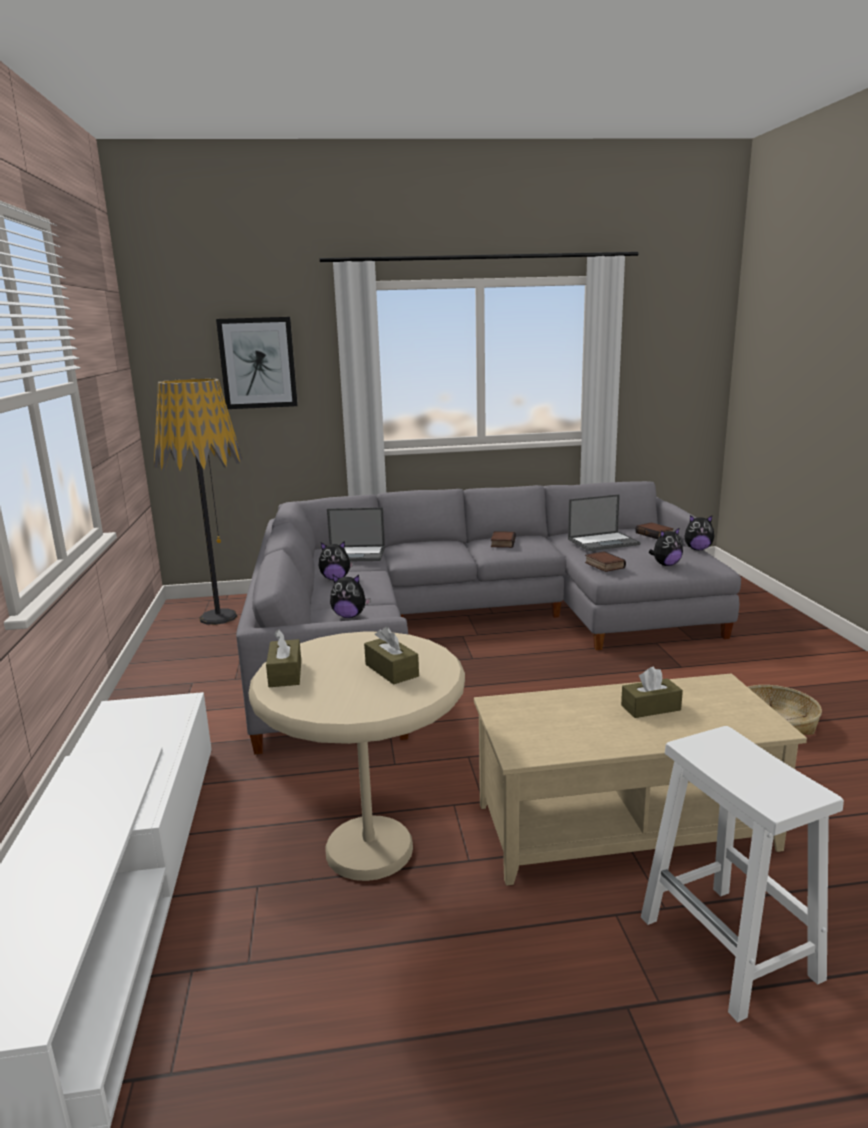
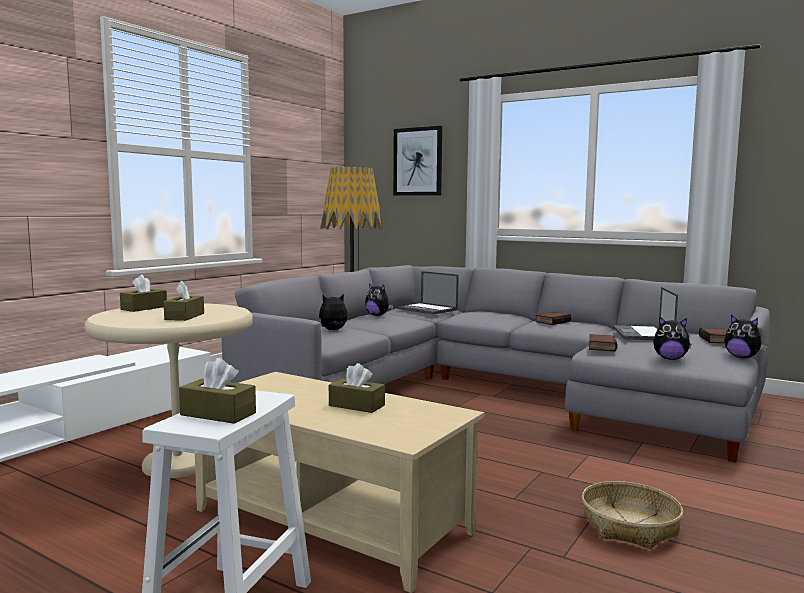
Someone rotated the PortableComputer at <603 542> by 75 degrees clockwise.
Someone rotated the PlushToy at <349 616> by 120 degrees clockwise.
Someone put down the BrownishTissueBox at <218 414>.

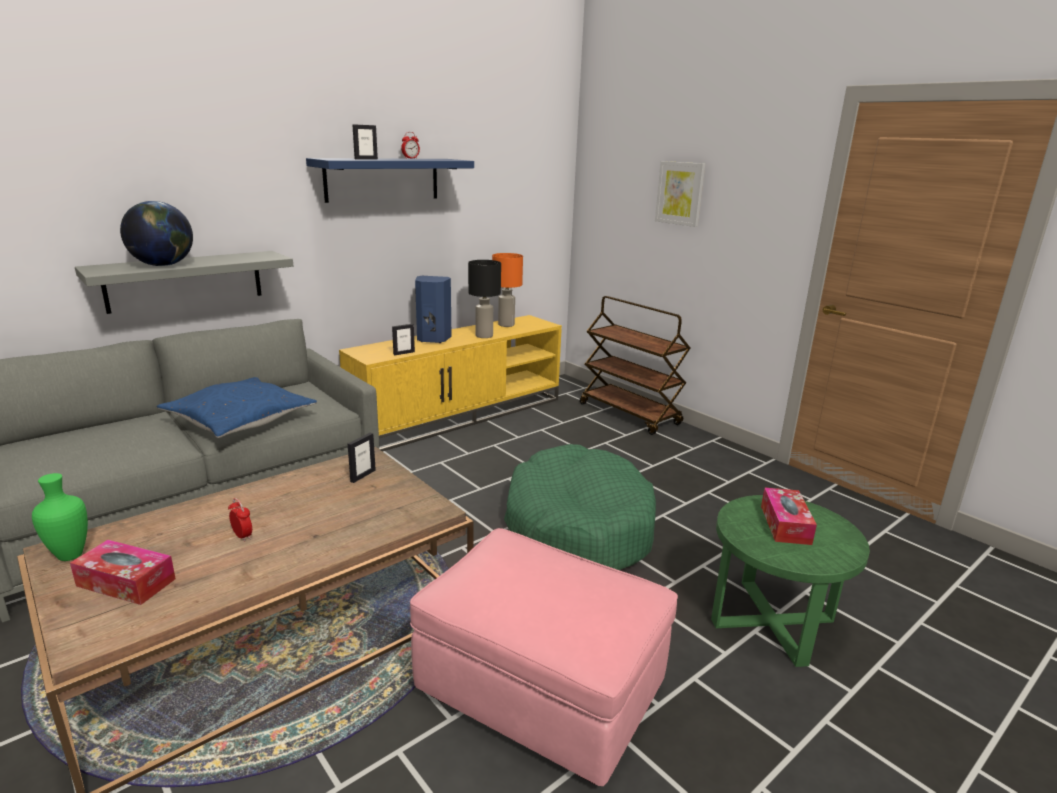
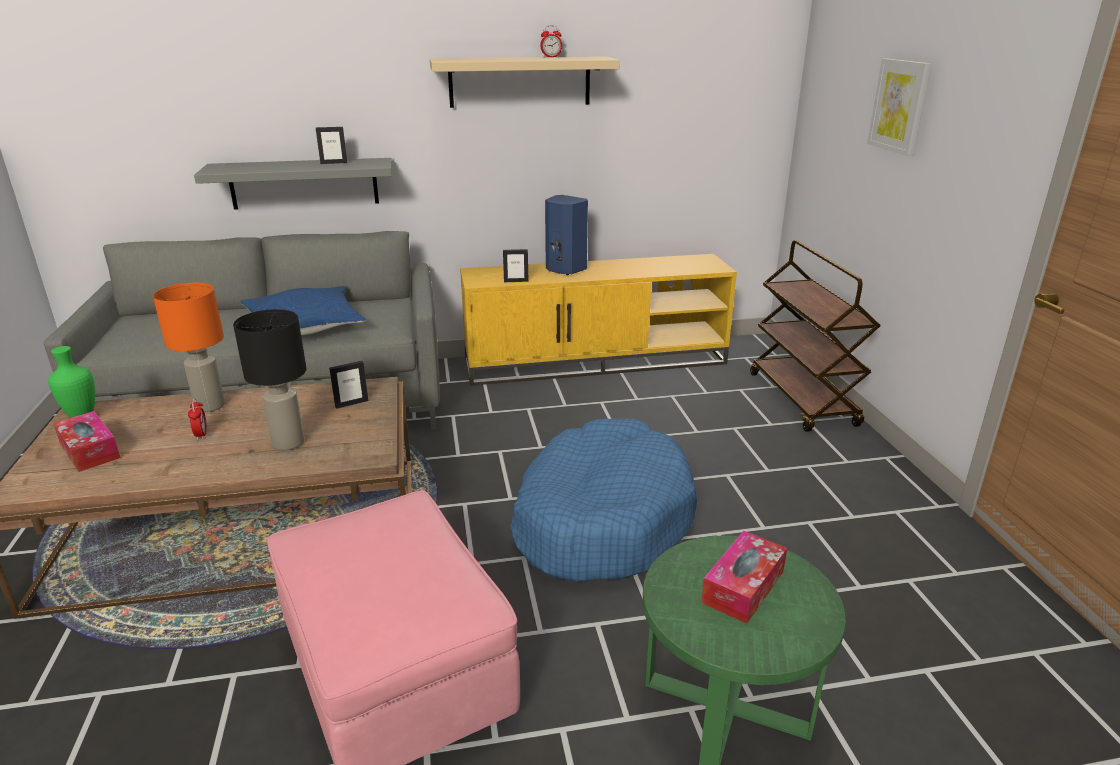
Someone carried the PictureFrame from <366 159> to <334 163>.
Someone repainted the BlueColouredBracketShelf at <382 179>, which became the BeigeBracketShelf at <520 82>.
Someone took away the WorldGlobe at <163 265>.
Someone carried the OrangeColouredTableLamp from <506 325> to <210 406>.
Someone carried the BlackishTableLamp from <484 336> to <289 442>.
Someone repainted the GreenDogCushion at <578 528>, which became the BlueColouredDogCushion at <601 519>.

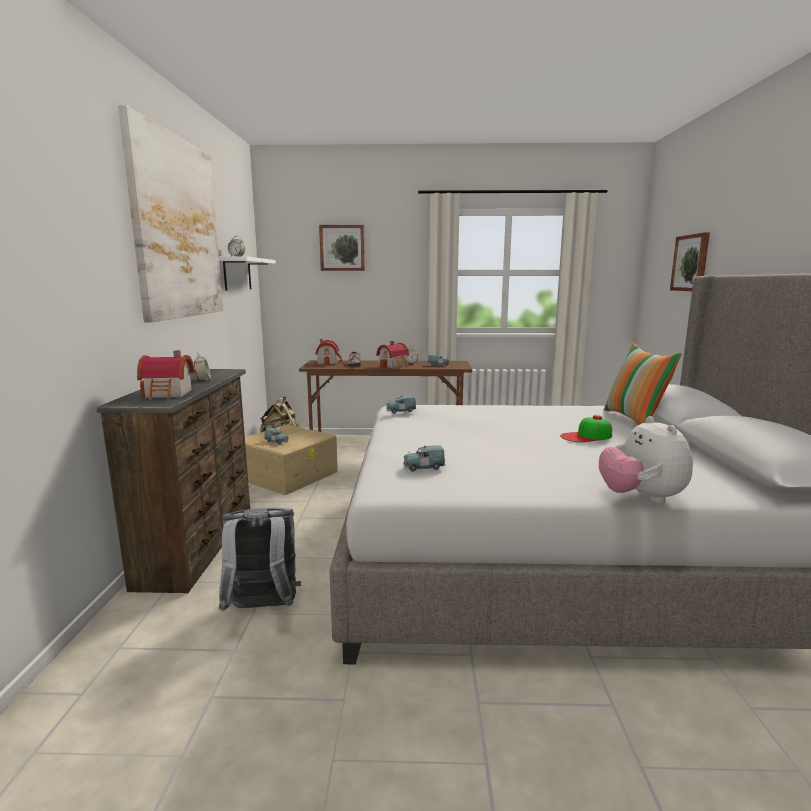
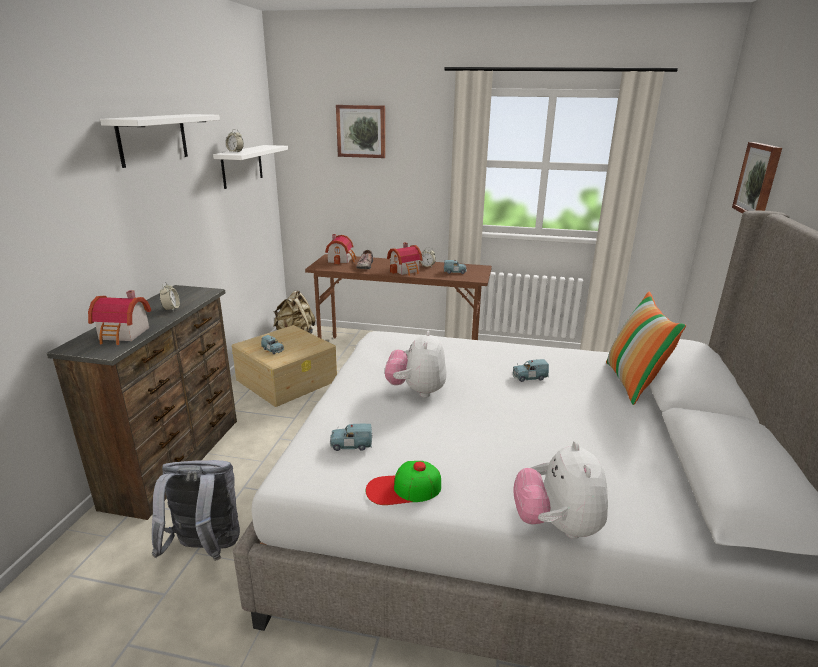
Someone swapped the WallArt at <177 228> for the WhitishBracketShelf at <153 139>.
Someone carried the BlueColouredToyCar from <400 411> to <529 377>.
Someone carried the BaseballCap from <586 436> to <403 489>.
Someone put down the PlushToy at <416 391>.

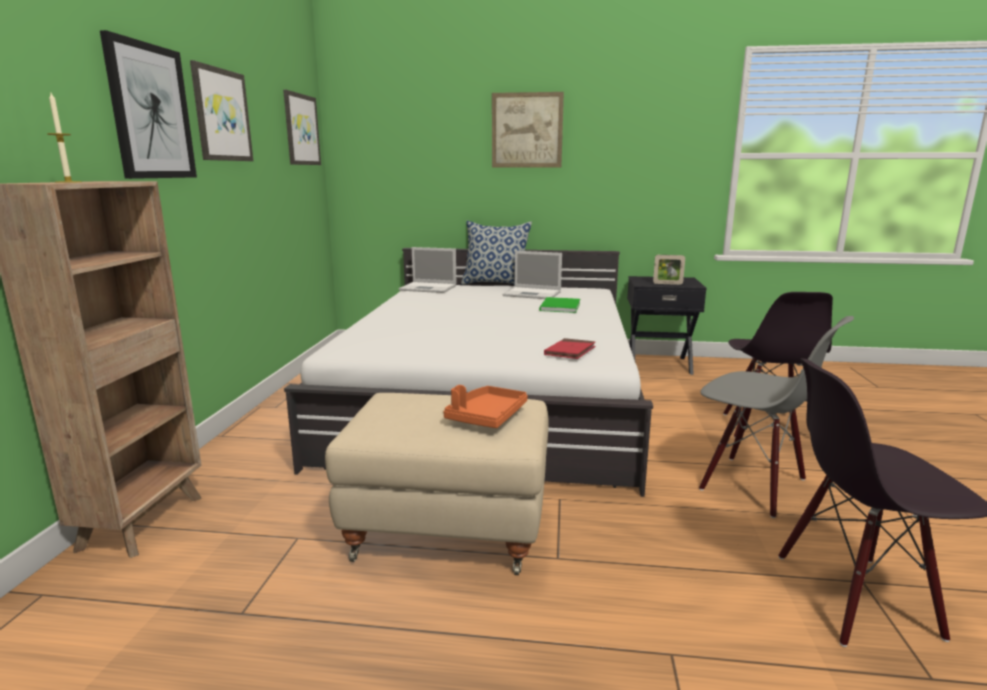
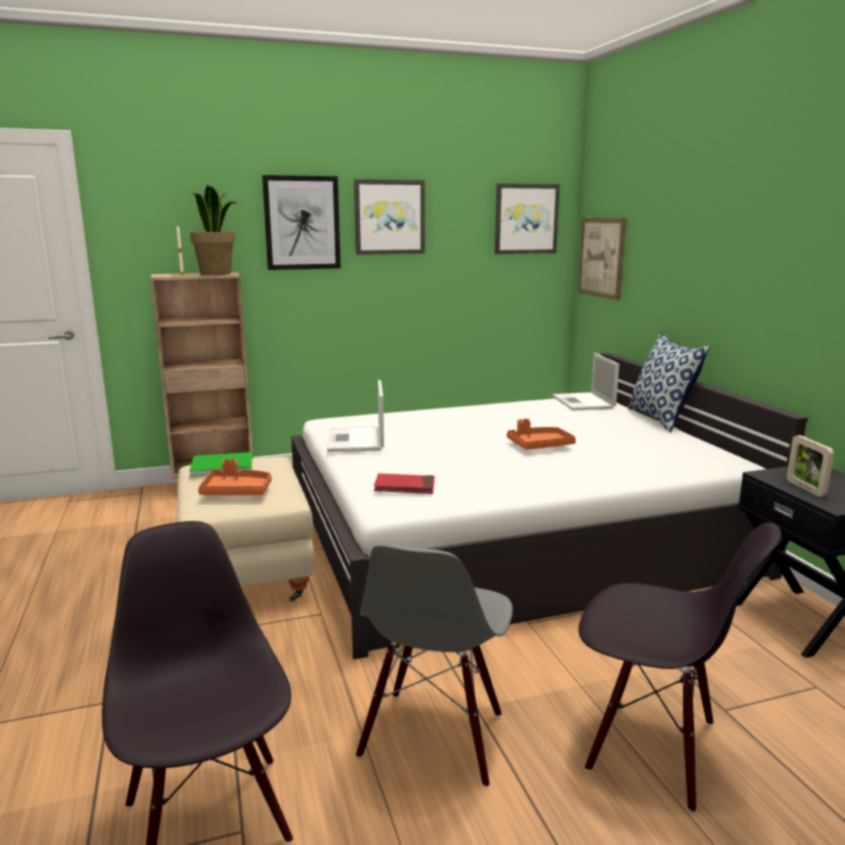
Someone carried the WallArt from <527 130> to <601 257>.
Someone carried the PortableComputer from <533 294> to <356 441>.
Someone rotated the BlackishChair at <767 427> by 135 degrees counterclockwise.
Someone carried the GreenVolume from <558 307> to <220 466>.
Someone put down the PlantInAPot at <216 274>.
Someone put down the OrangeColouredTray at <539 445>.

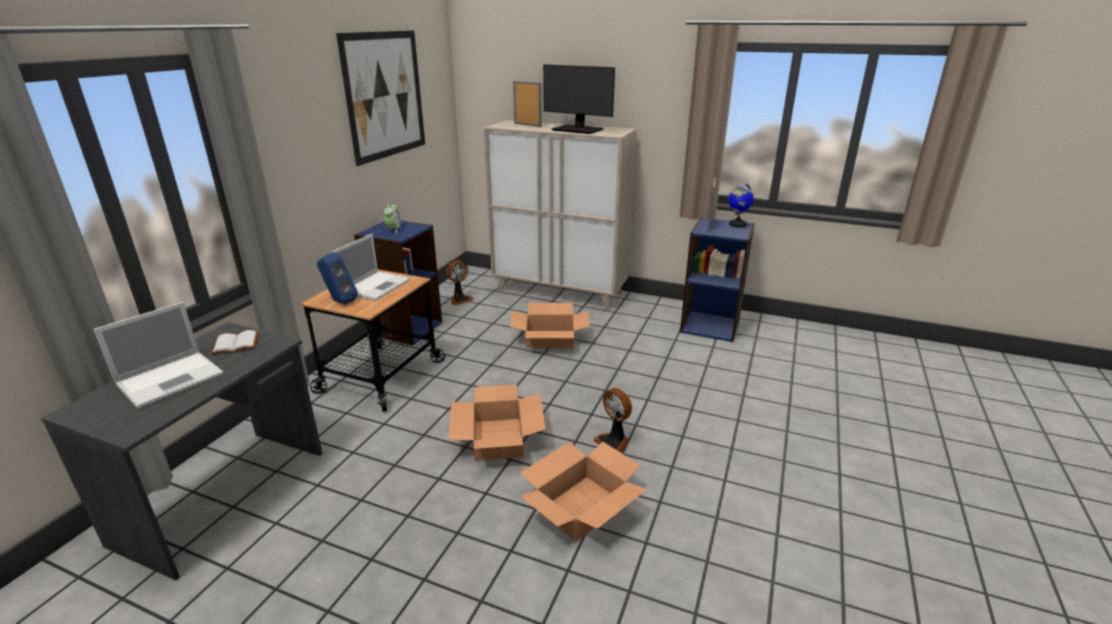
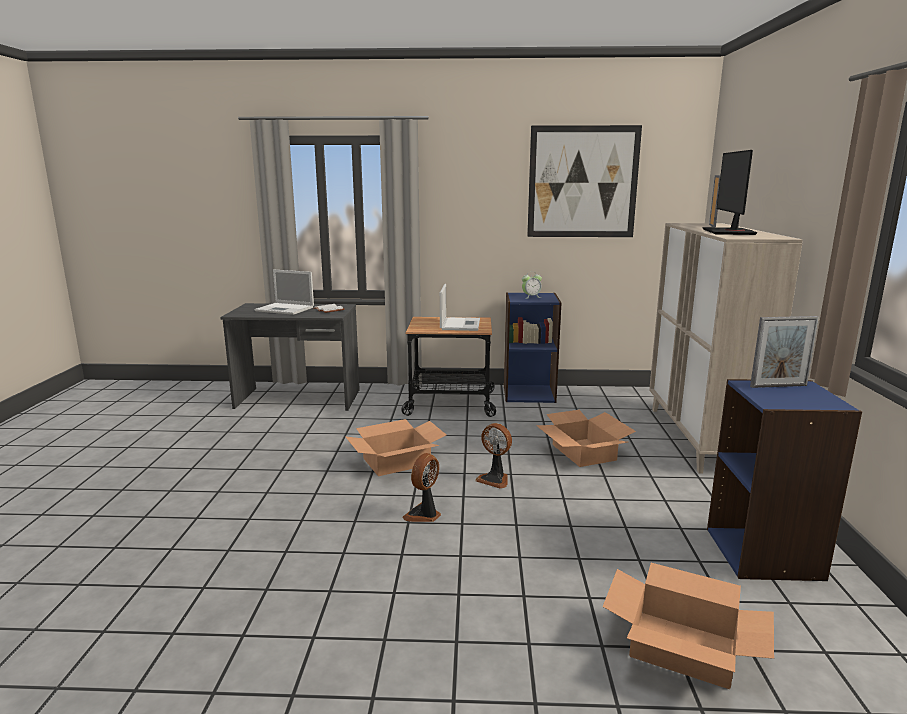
Someone took away the WorldGlobe at <737 224>.
Someone rotated the PortableComputer at <376 285> by 90 degrees counterclockwise.
Someone took away the BlueColouredLoudspeaker at <339 301>.
Someone carried the Fan from <460 299> to <495 479>.
Someone carried the Carton from <581 507> to <682 647>.

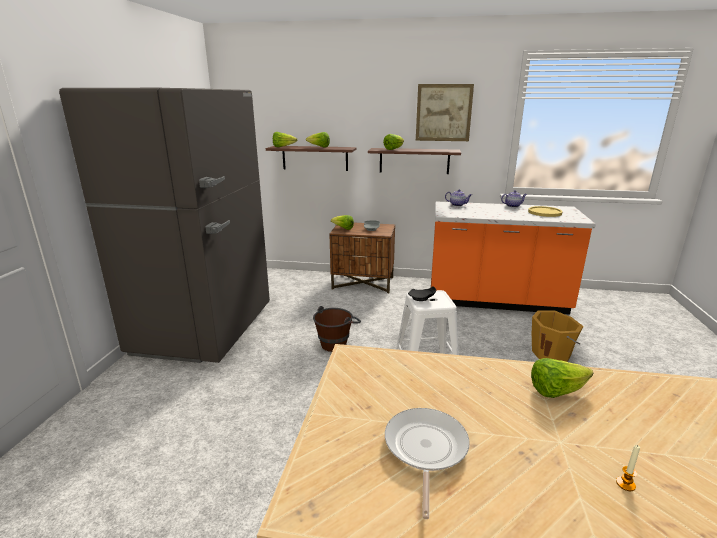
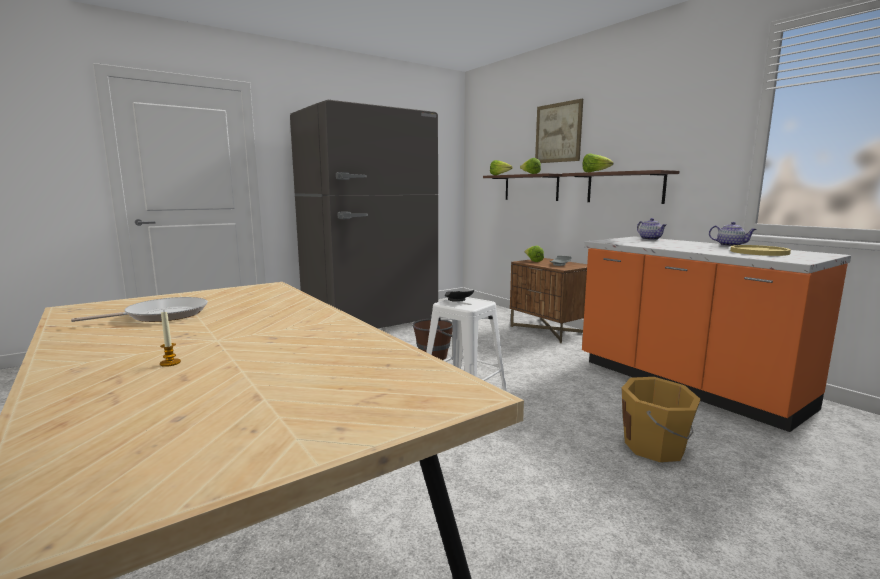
Someone carried the WallArt from <443 113> to <558 133>.
Someone took away the LettuceHead at <556 391>.

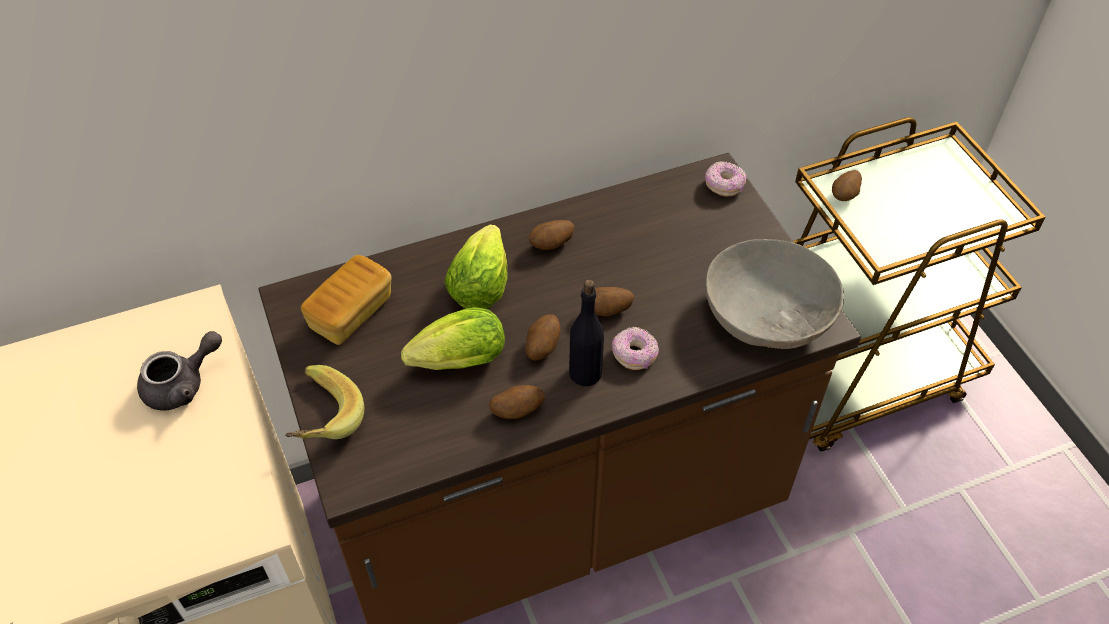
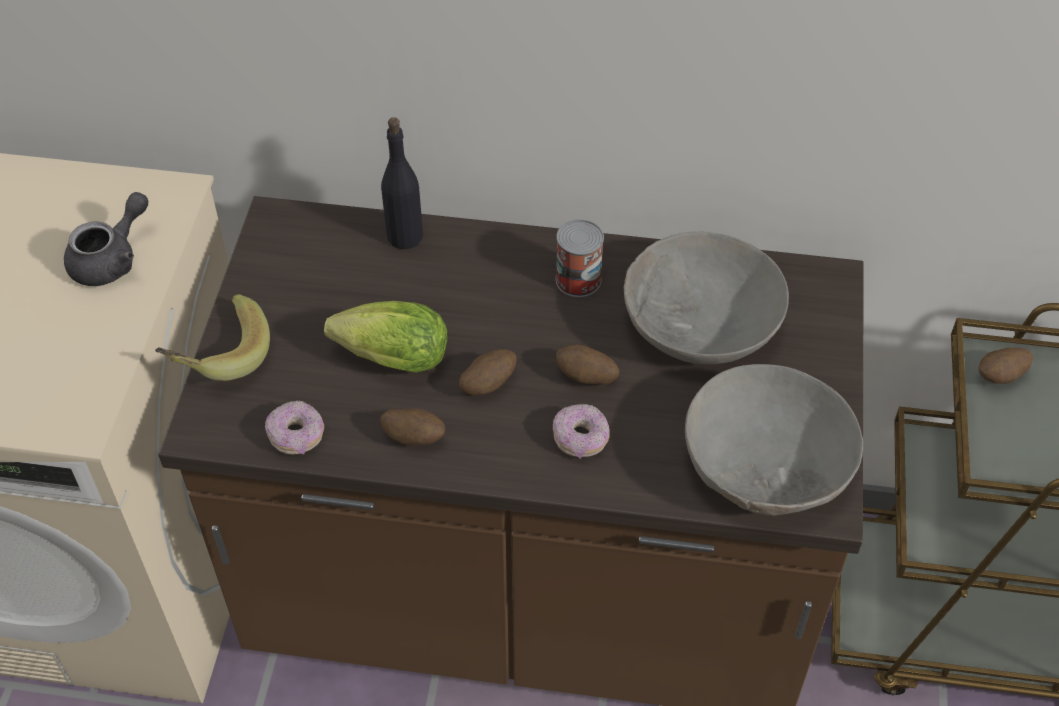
Someone carried the RingDoughnut from <724 186> to <296 436>.
Someone swapped the Potato at <551 245> for the MetalCan at <578 279>.
Someone took away the LettuceHead at <482 282>.
Someone took away the BakeryBread at <351 313>.
Someone carried the BlackishBeverageBottle from <585 373> to <405 236>.
Someone rotated the GreyPotForTea at <183 385> by 45 degrees counterclockwise.
Someone put down the GreyBowl at <700 325>.

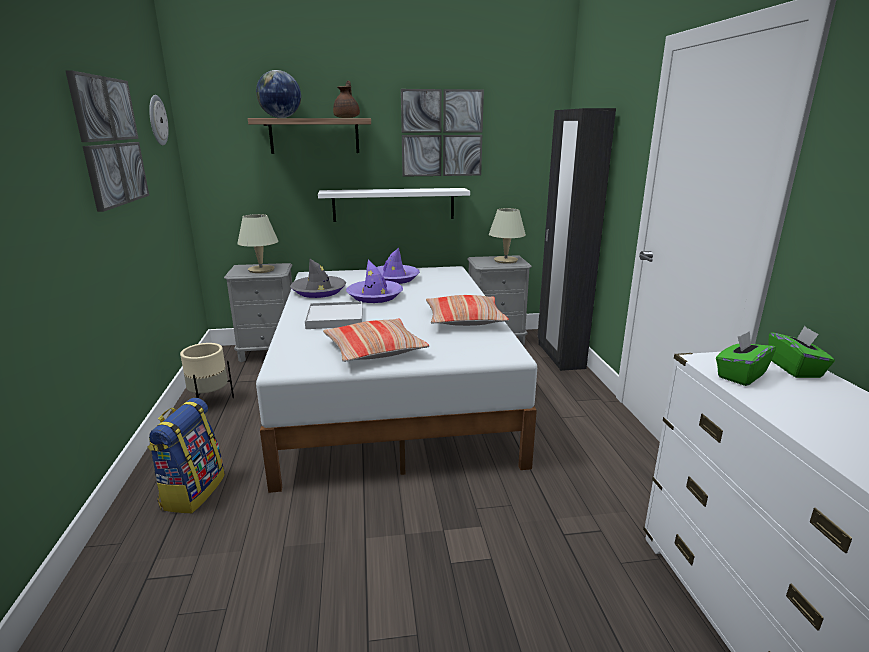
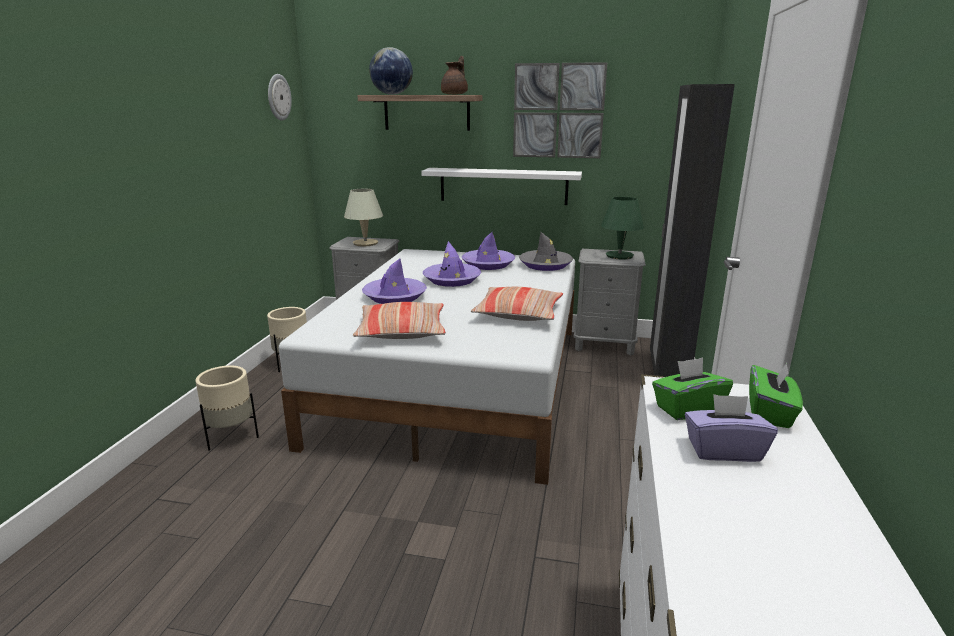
Someone took away the WallArt at <110 142>.
Someone repainted the BeigeTableLamp at <505 260>, which became the GreenTableLamp at <619 256>.
Someone carried the GreyClothingHat from <319 291> to <545 265>.
Someone swapped the WhitishTray at <335 318> for the PurpleClothingHat at <394 297>.
Someone swapped the Rucksack at <192 491> for the BeigePlantPot at <232 437>.
Someone put down the PurpleTissueBox at <723 450>.

